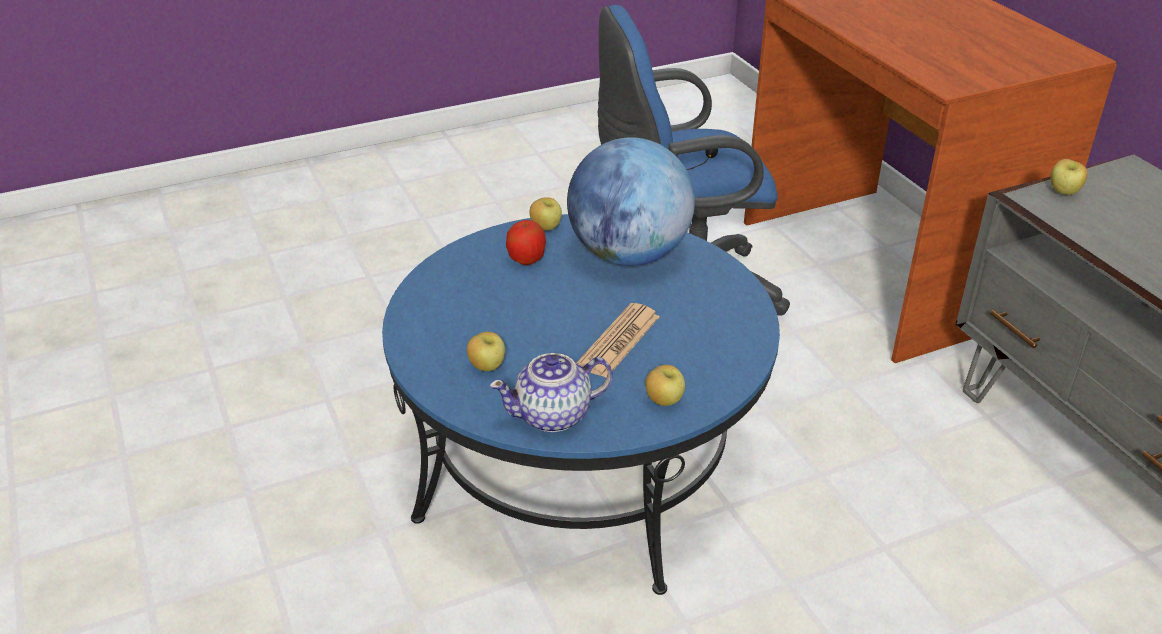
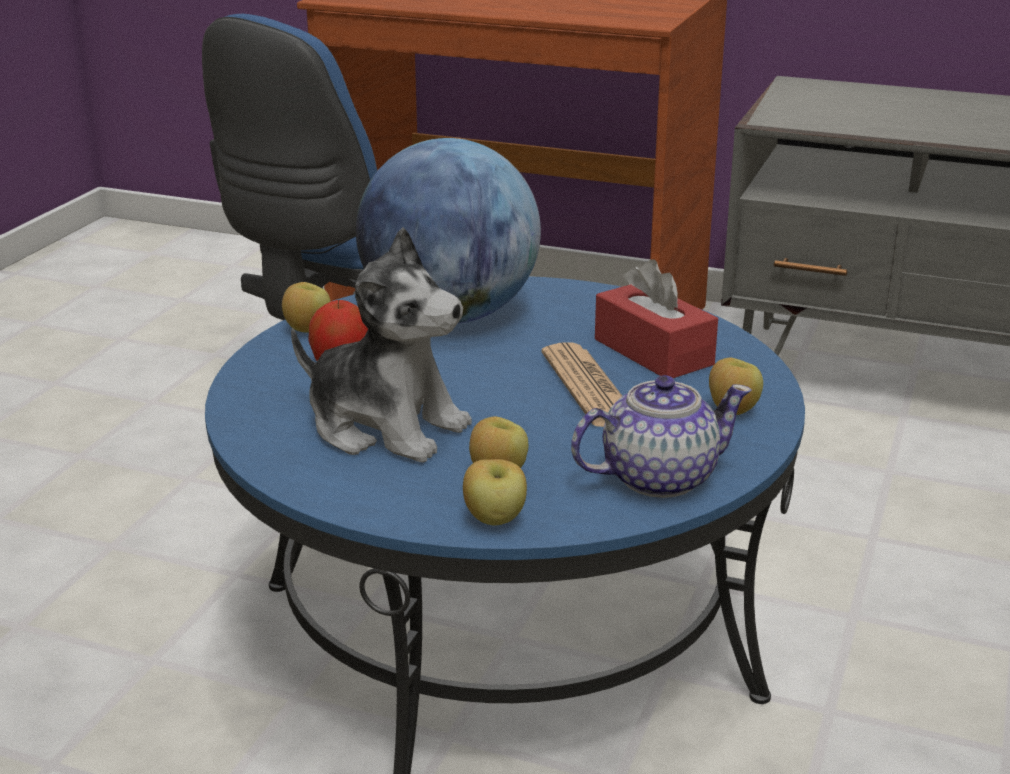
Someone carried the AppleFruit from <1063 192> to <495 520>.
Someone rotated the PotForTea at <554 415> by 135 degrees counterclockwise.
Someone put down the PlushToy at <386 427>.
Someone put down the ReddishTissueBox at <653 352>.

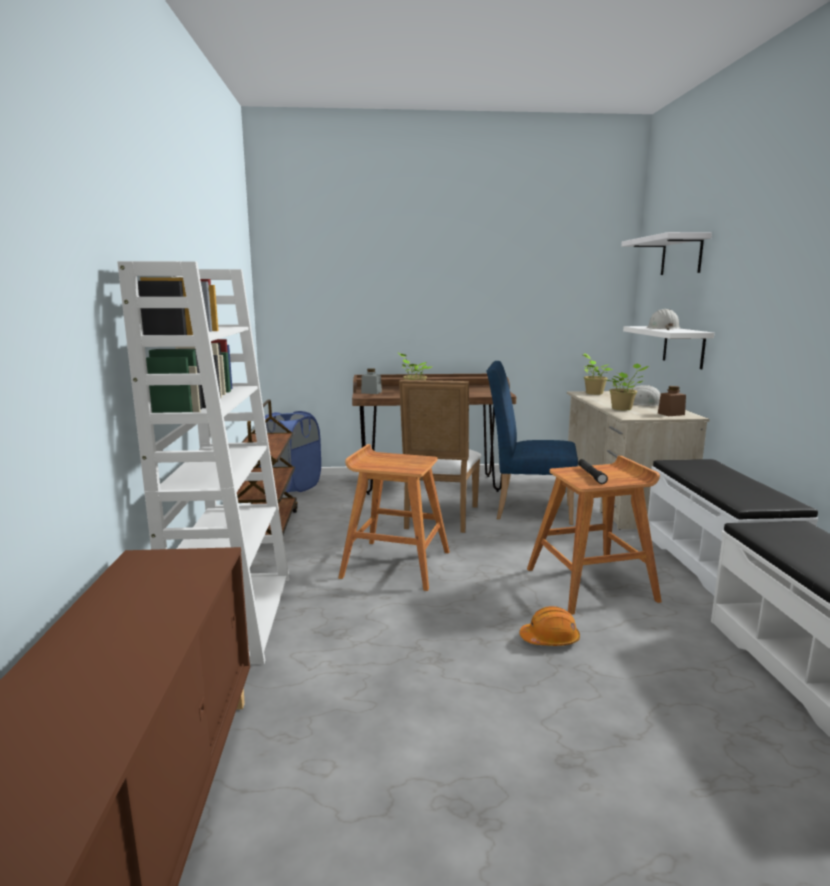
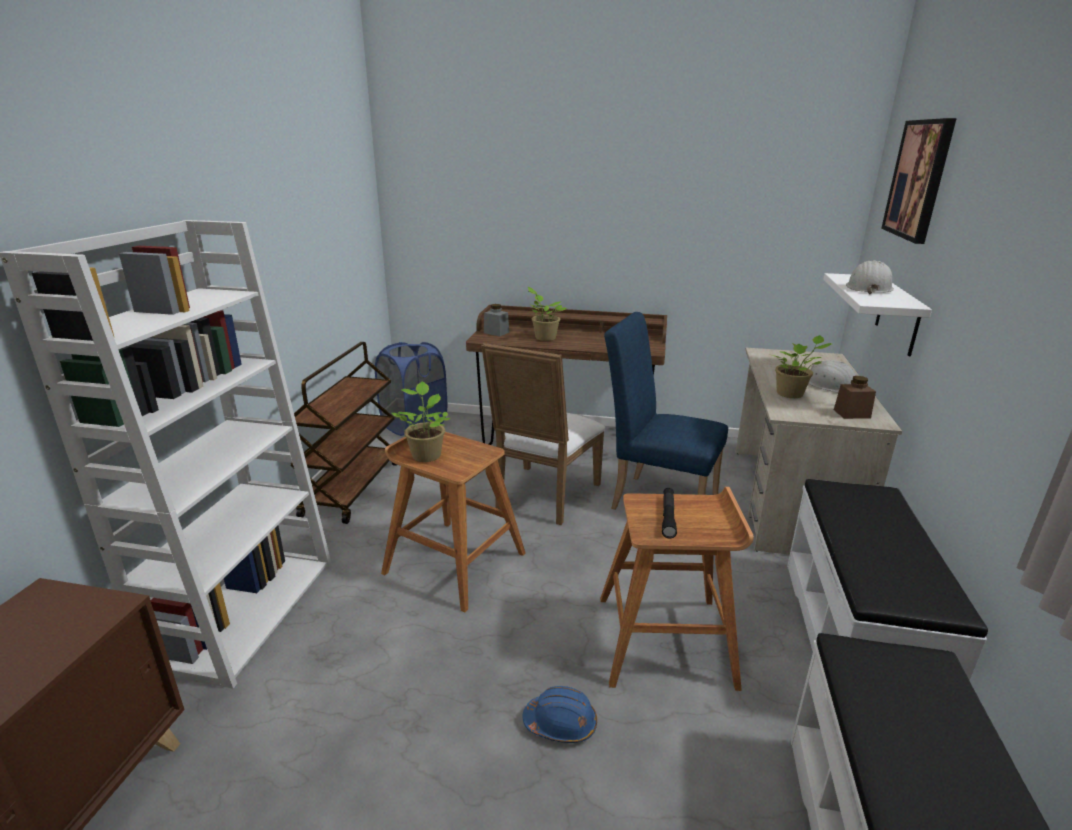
Someone swapped the WhitishBracketShelf at <681 255> for the WallArt at <919 179>.
Someone carried the PlantInAPot from <593 393> to <426 454>.
Someone repainted the OrangeColouredHardHat at <550 639>, which became the BlueColouredHardHat at <560 724>.

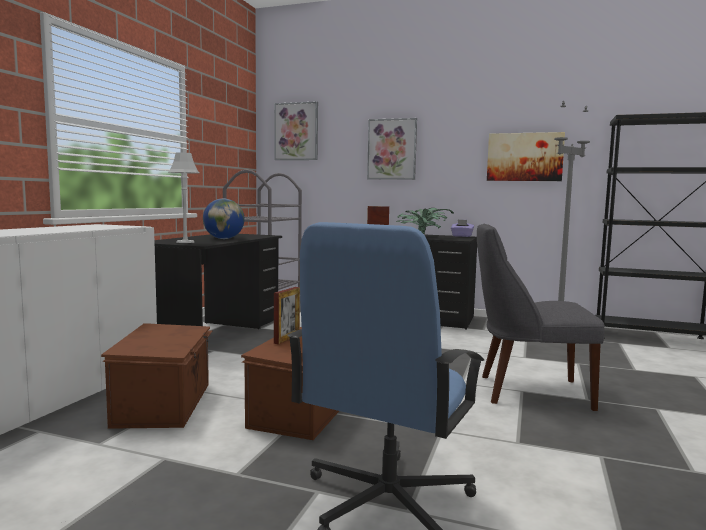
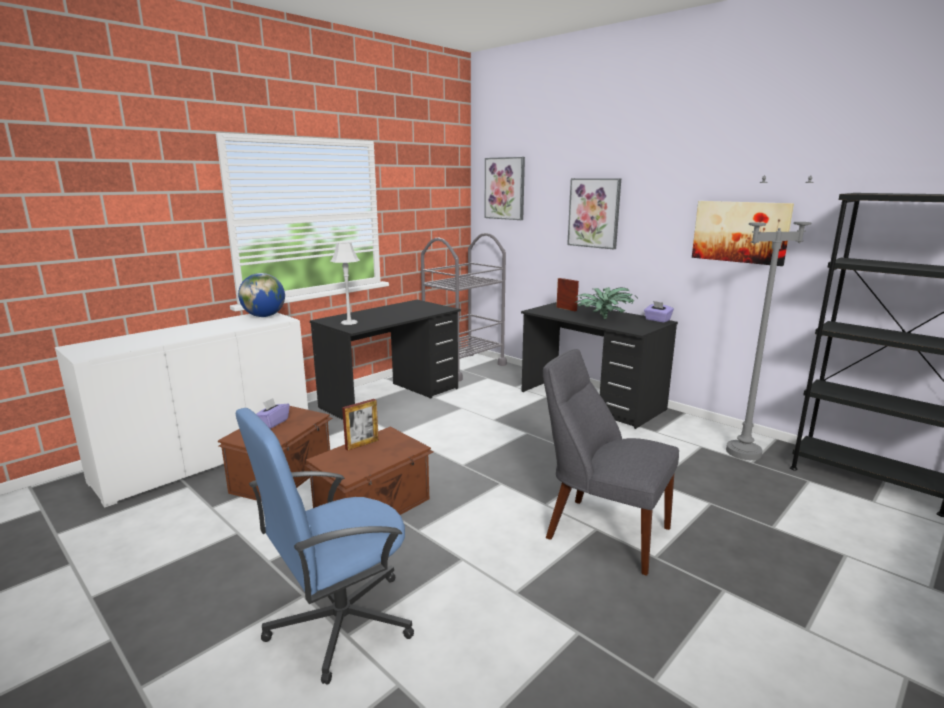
Someone carried the WorldGlobe from <224 239> to <264 316>.
Someone put down the PurpleTissueBox at <273 423>.

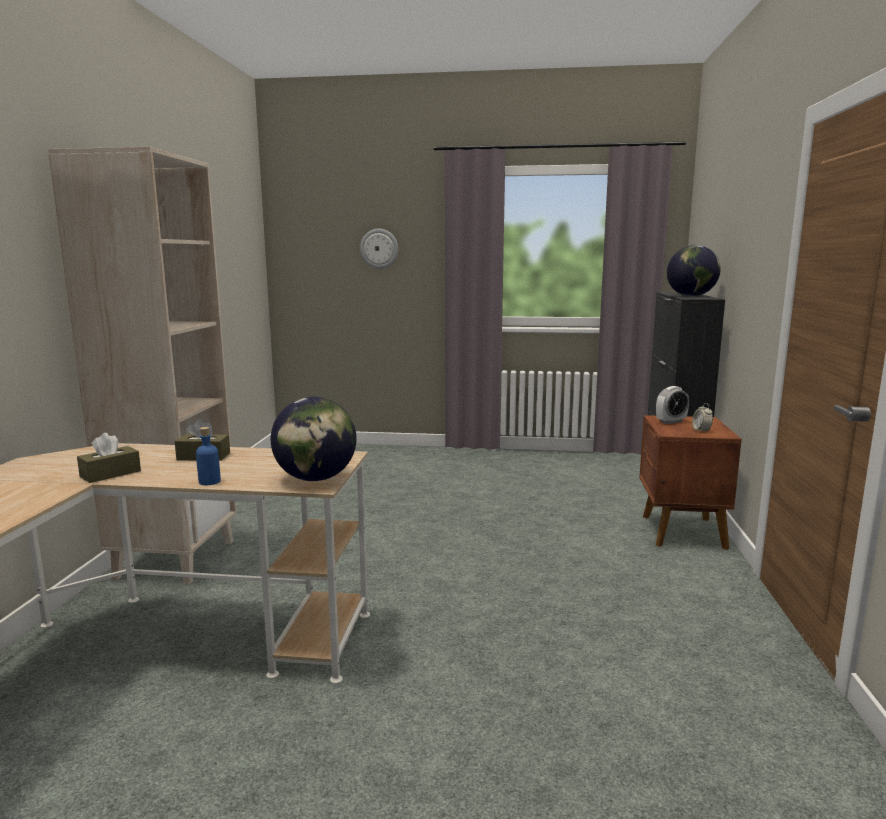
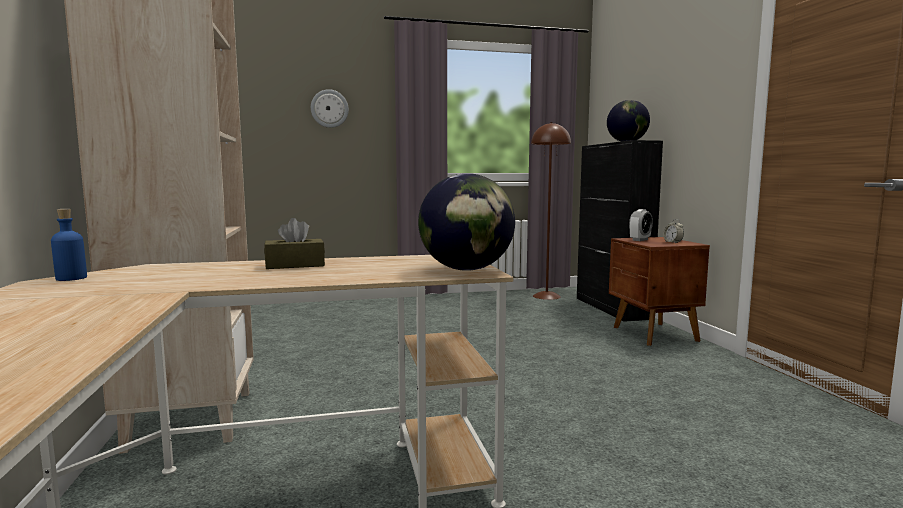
Someone carried the BlueColouredBeverageBottle from <209 482> to <71 278>.
Someone took away the BrownishTissueBox at <110 474>.
Someone put down the BrownishFloorLamp at <546 296>.

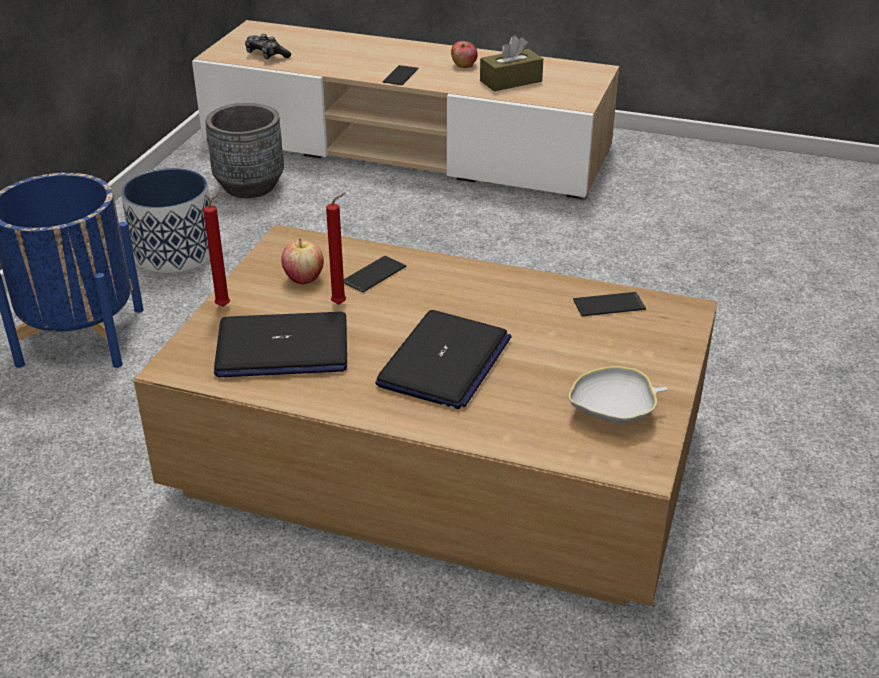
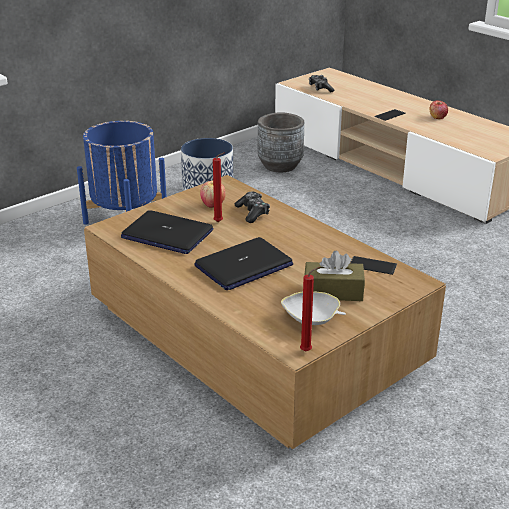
Someone carried the BrownishTissueBox from <510 81> to <333 292>.
Someone carried the ReddishWaxCandle from <225 305> to <307 351>.
Someone swapped the Handset at <374 274> for the Joypad at <252 213>.

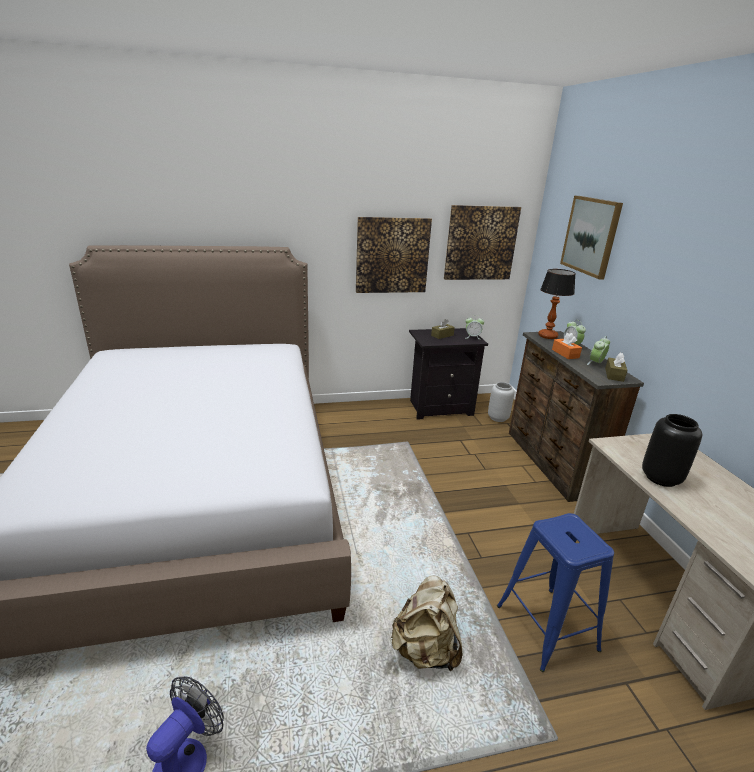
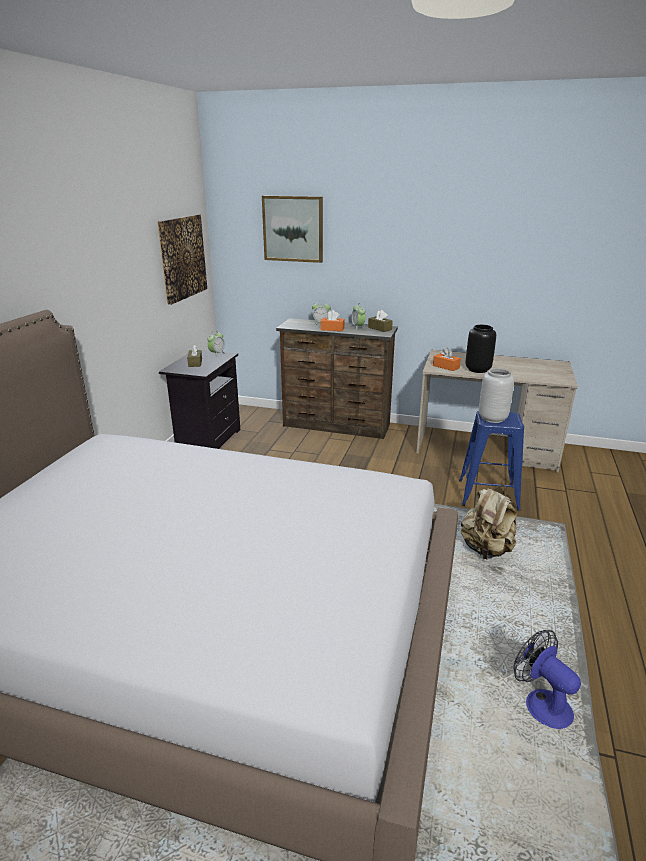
Someone took away the WallArt at <392 255>.
Someone took away the TableLamp at <548 336>.
Someone carried the GreyFlowerVase from <498 418> to <493 418>.
Someone put down the OrangeColouredTissueBox at <446 367>.

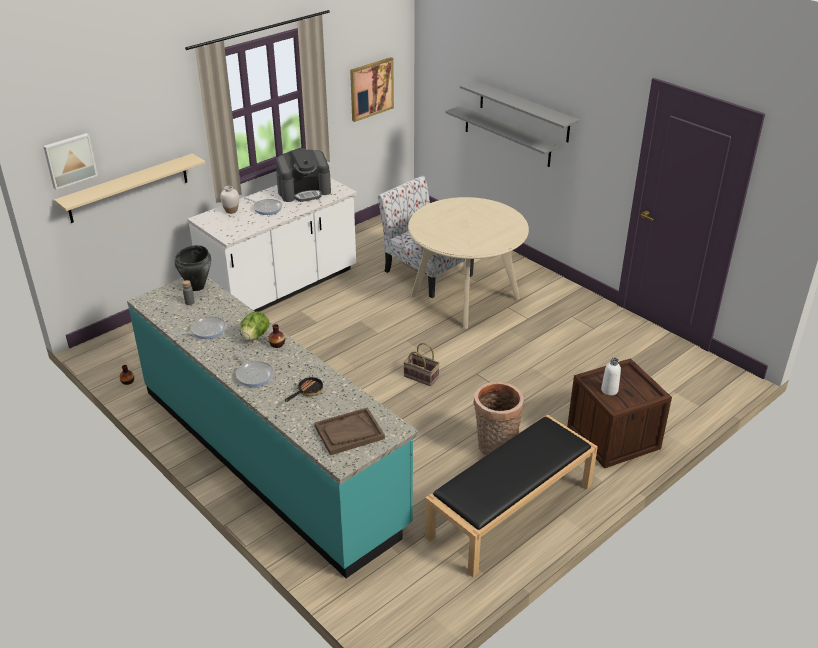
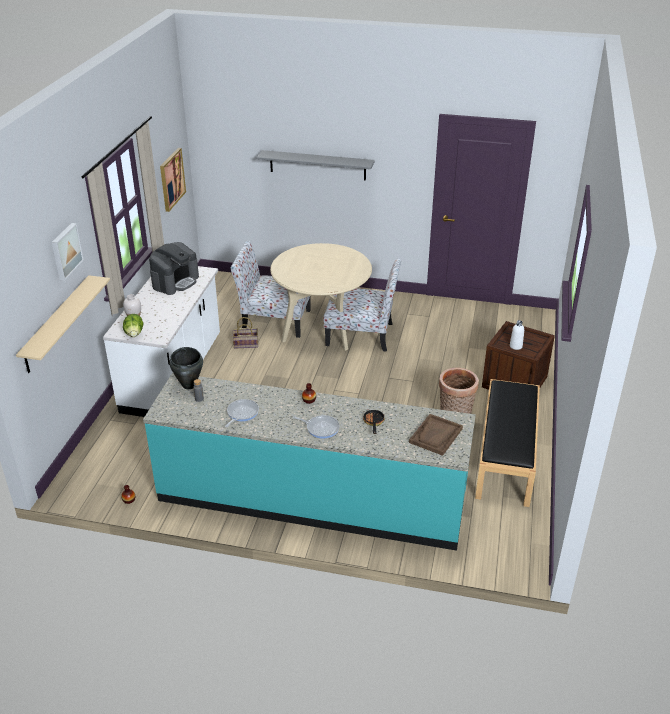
Someone took away the GreyBracketShelf at <507 136>.
Someone carried the WallArt from <69 160> to <65 251>.
Someone took away the FryingPan at <266 208>.
Someone carried the LettuceHead from <255 336> to <134 334>.
Someone carried the Basket from <422 377> to <246 344>.
Someone put down the Chair at <361 334>.

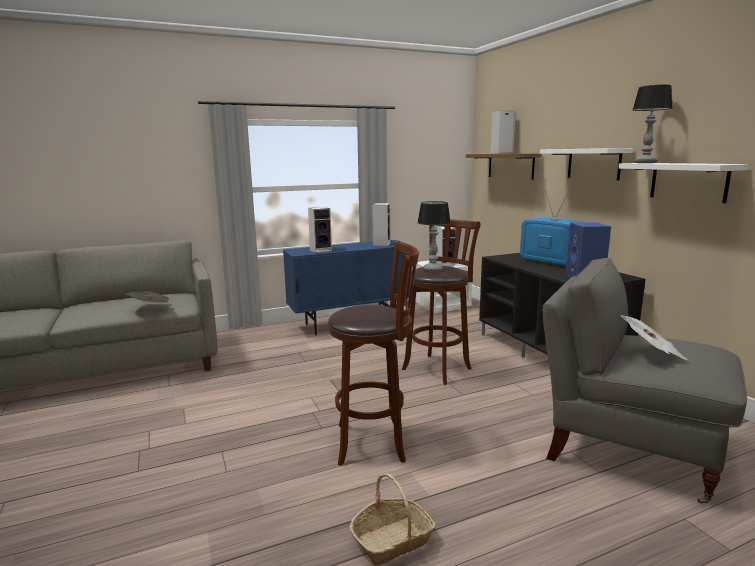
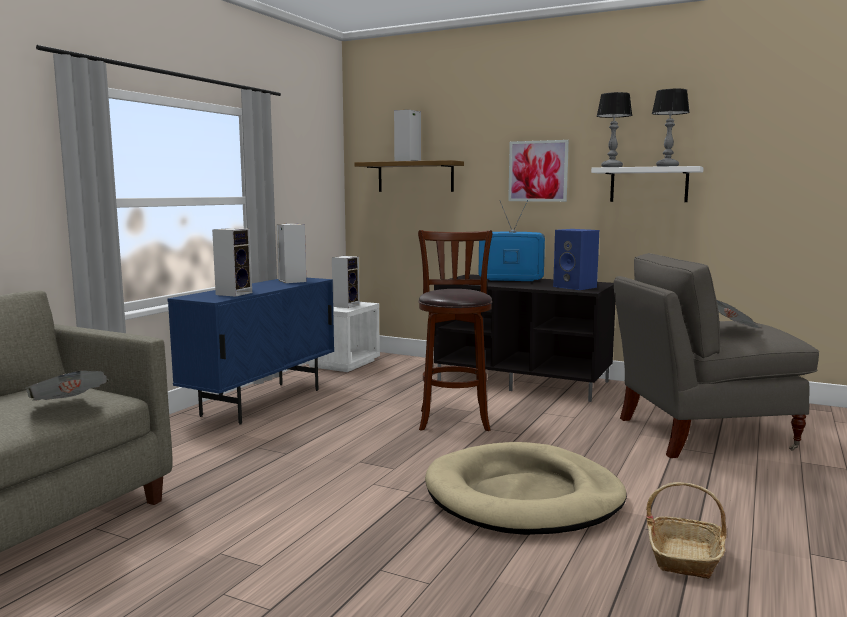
Someone swapped the WhitishBracketShelf at <593 164> for the WallArt at <538 171>.
Someone carried the TableLamp from <433 270> to <667 166>.
Someone swapped the BrownishStoolSeat at <375 442> for the BeigeDogCushion at <523 496>.

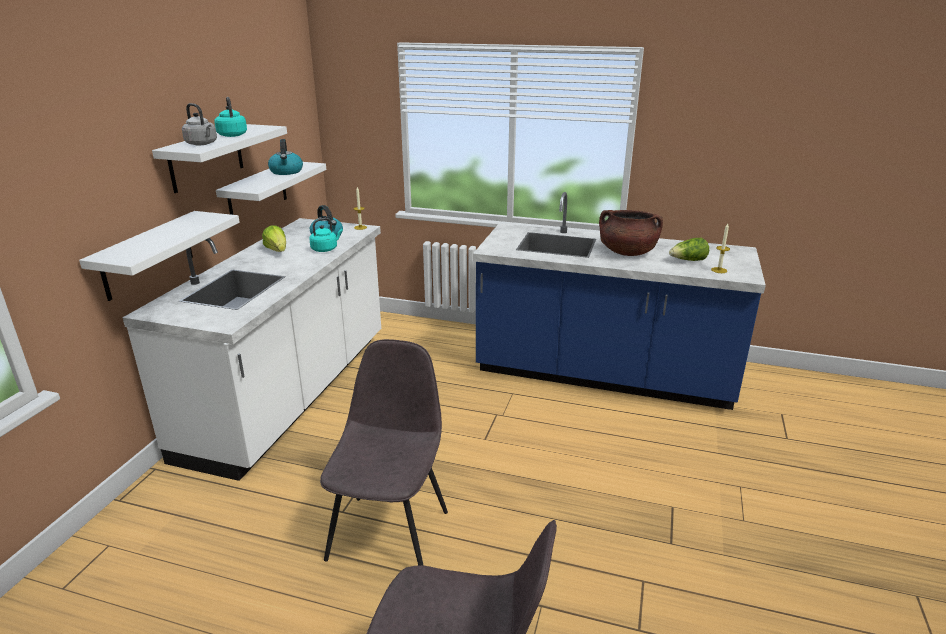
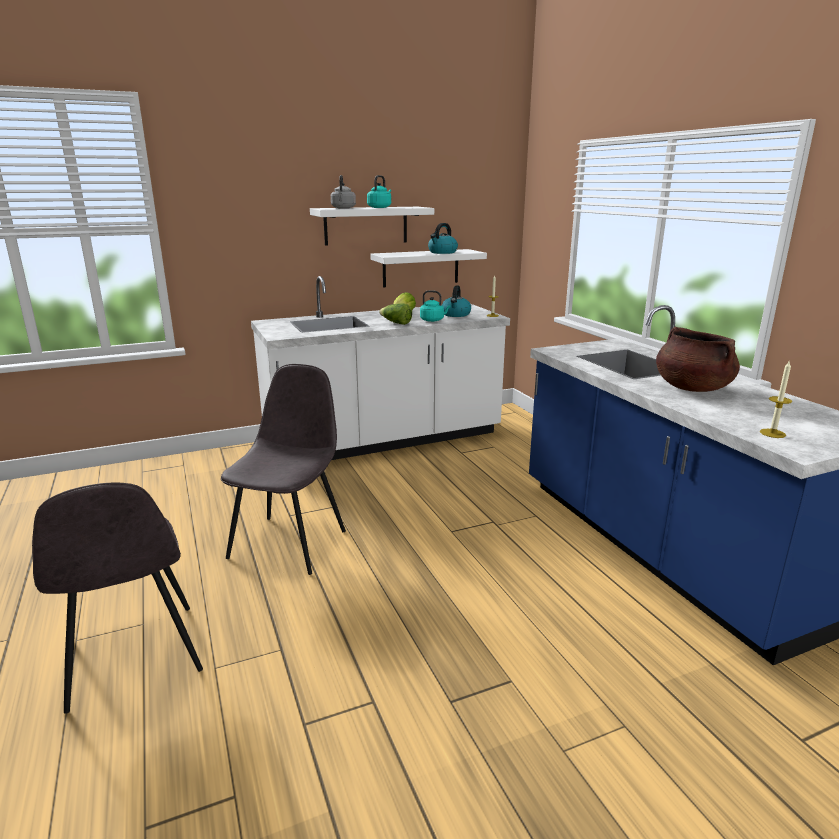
Someone took away the WhitishBracketShelf at <147 255>.
Someone carried the LettuceHead from <688 261> to <396 323>.
Someone rotated the GreyChair at <390 532> by 45 degrees counterclockwise.

